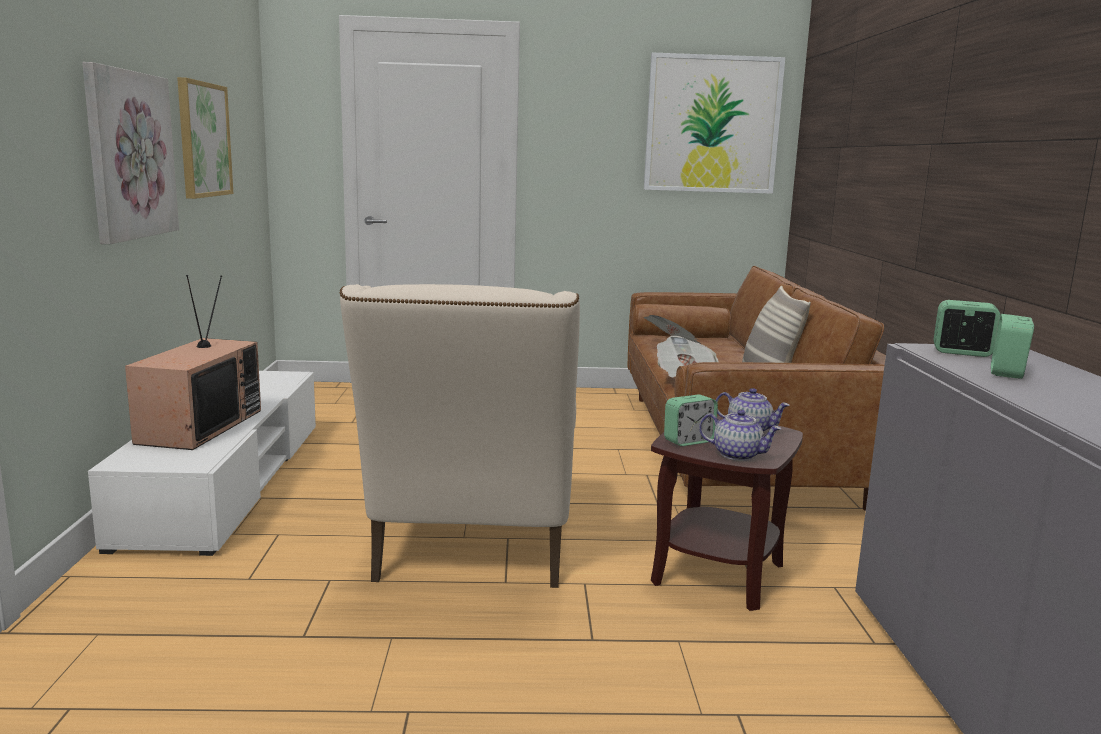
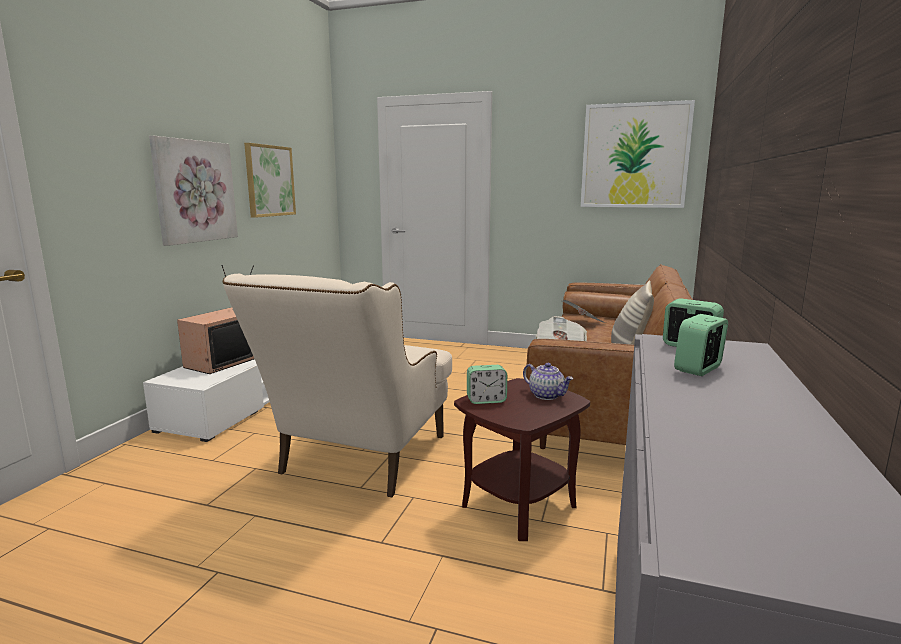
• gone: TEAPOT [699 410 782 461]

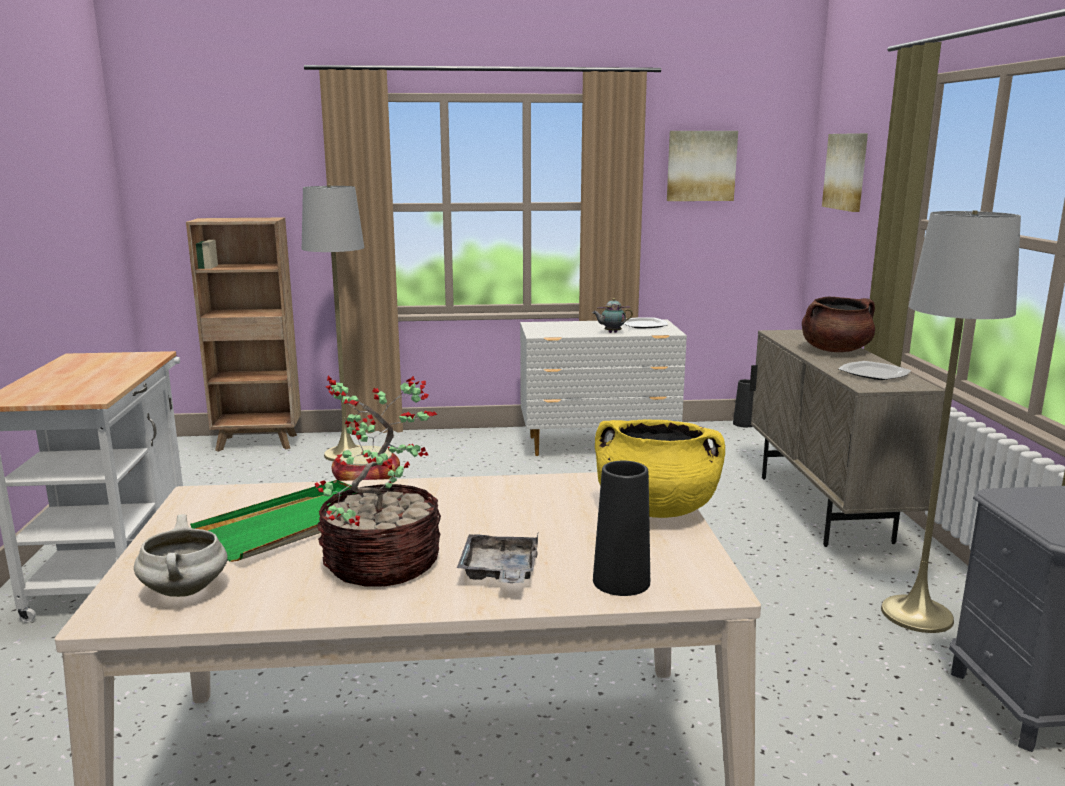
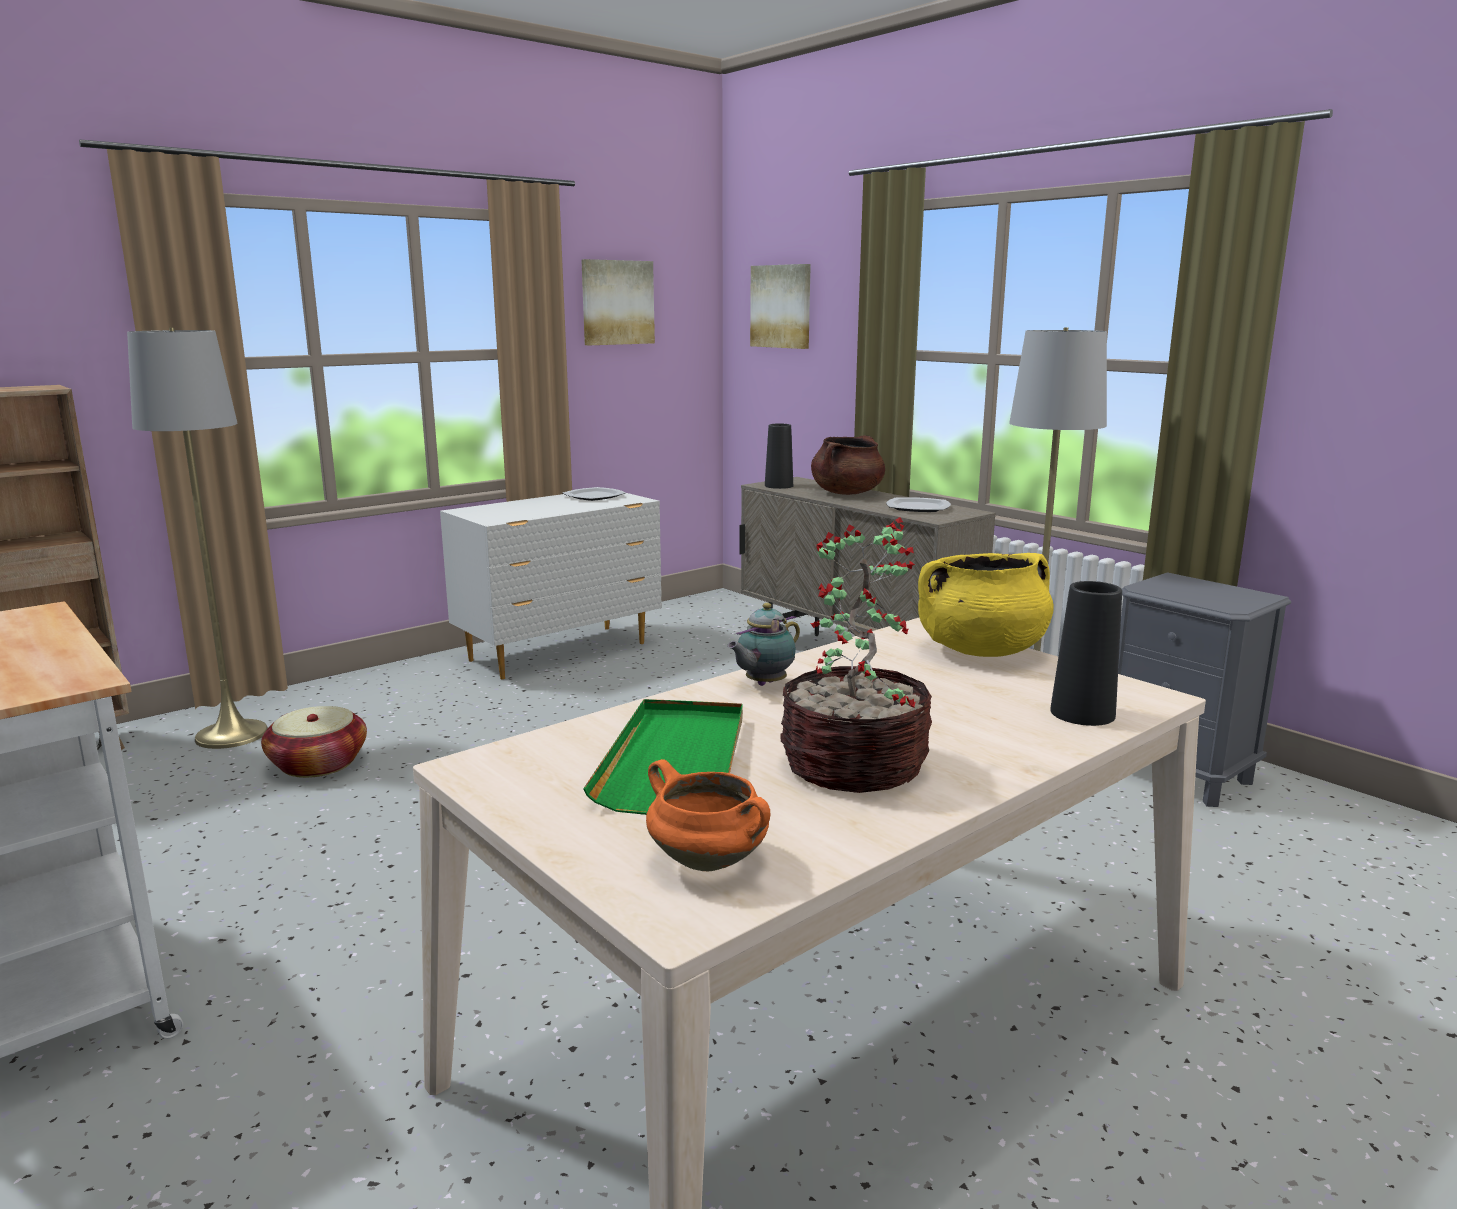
• repainted: WHITE COOKING POT [134 514 228 597] to ORANGE COOKING POT [646 759 771 871]
• shifted: TEAPOT [592 298 633 333] to [727 603 800 686]
• shifted: BLACK VASE [733 379 754 427] to [765 424 793 489]
• gone: GREY TRAY [457 534 538 583]

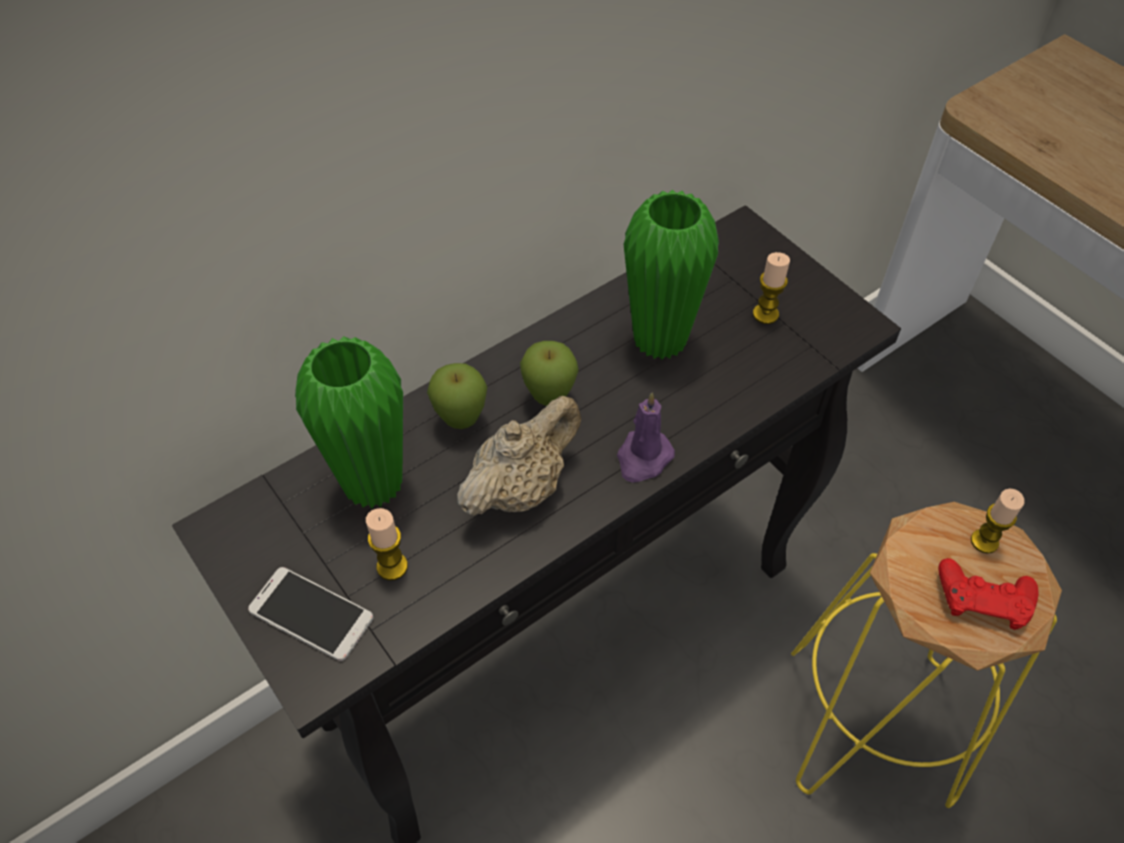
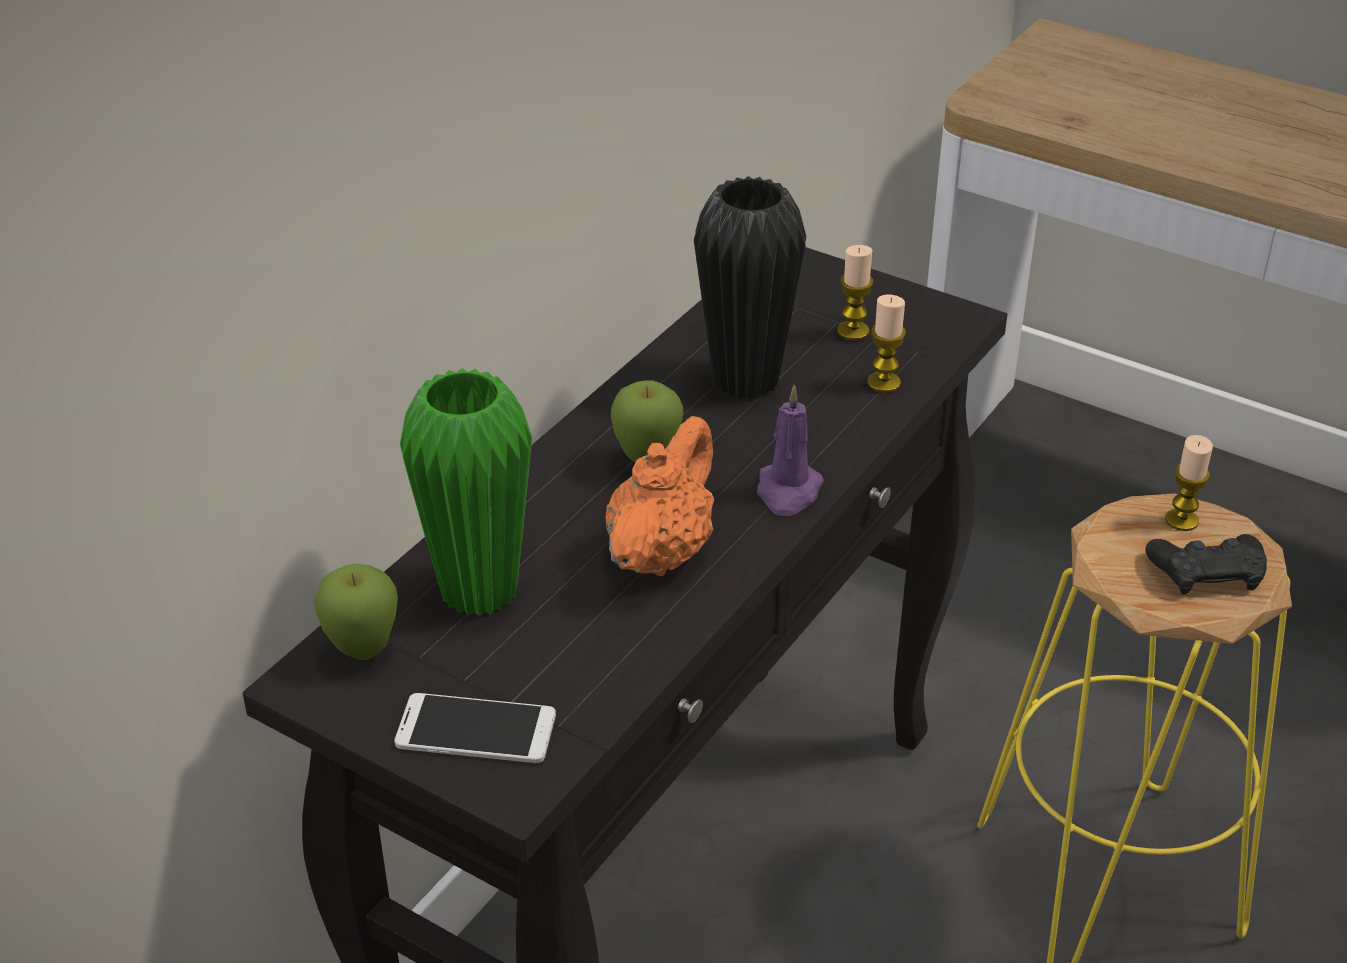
• shifted: APPLE [427 363 487 429] to [314 563 398 660]
• repainted: BEIGE TEAPOT [457 396 581 516] to ORANGE TEAPOT [606 416 714 576]
• repainted: GREEN VASE [623 190 719 360] to BLACK VASE [694 176 806 399]
• shifted: CANDLE [366 508 408 581] to [867 294 906 393]
• repainted: RED GAME CONTROLLER [938 558 1038 630] to BLACK GAME CONTROLLER [1145 534 1267 595]

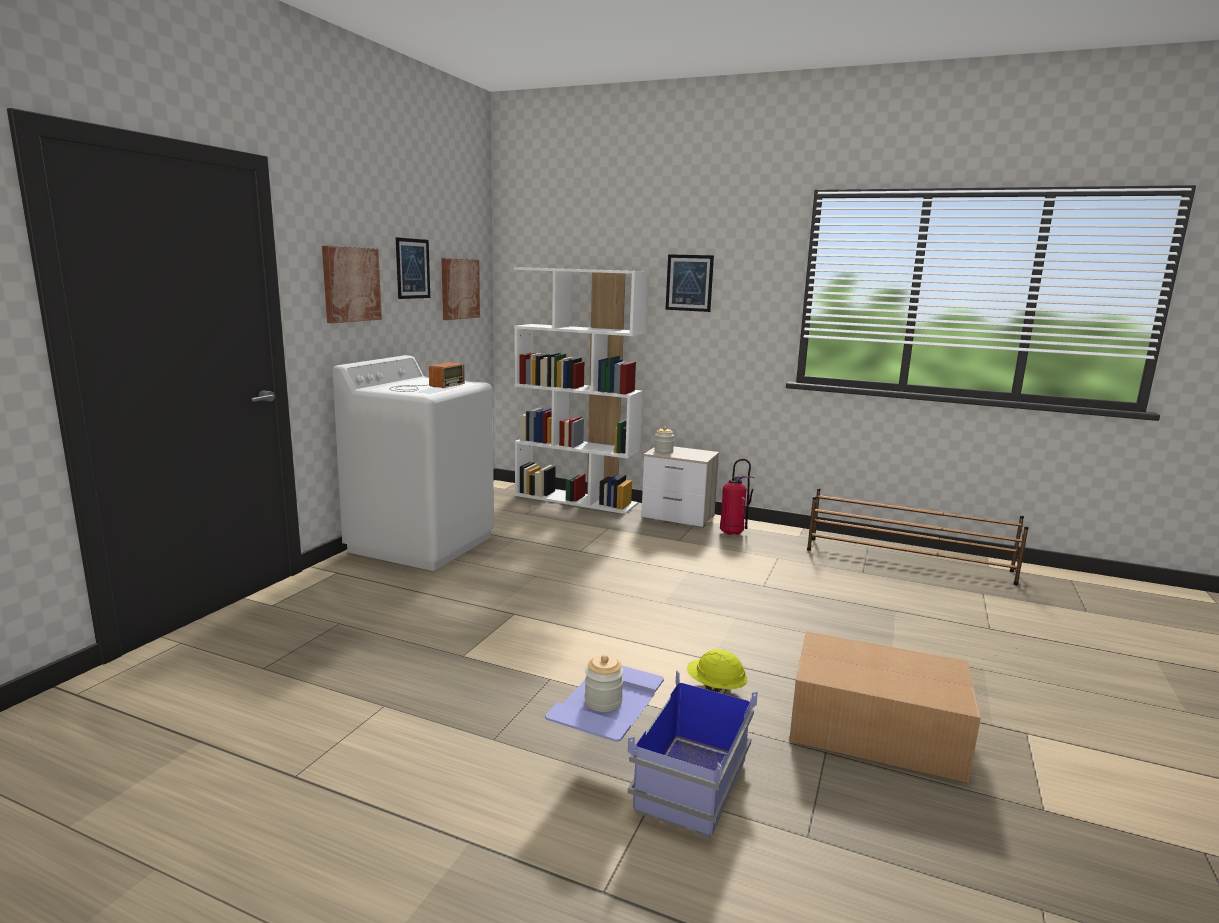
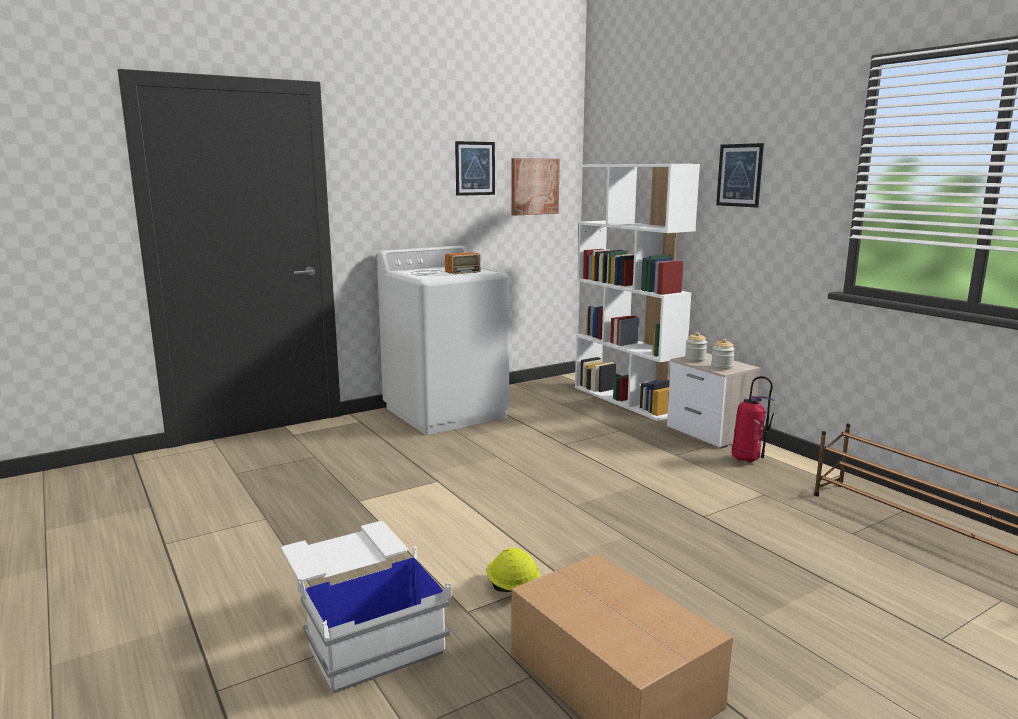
• repainted: BLUE STORAGE BOX [545 665 758 838] to WHITE STORAGE BOX [281 521 452 693]
• shifted: JAR [585 655 624 712] to [711 339 735 370]
• gone: PICTURE [322 246 382 323]

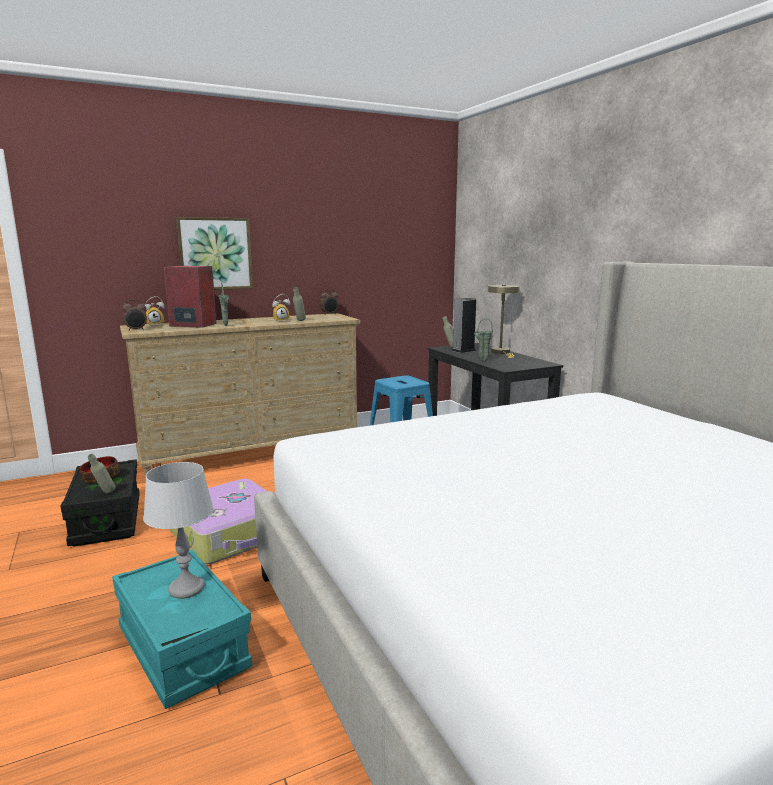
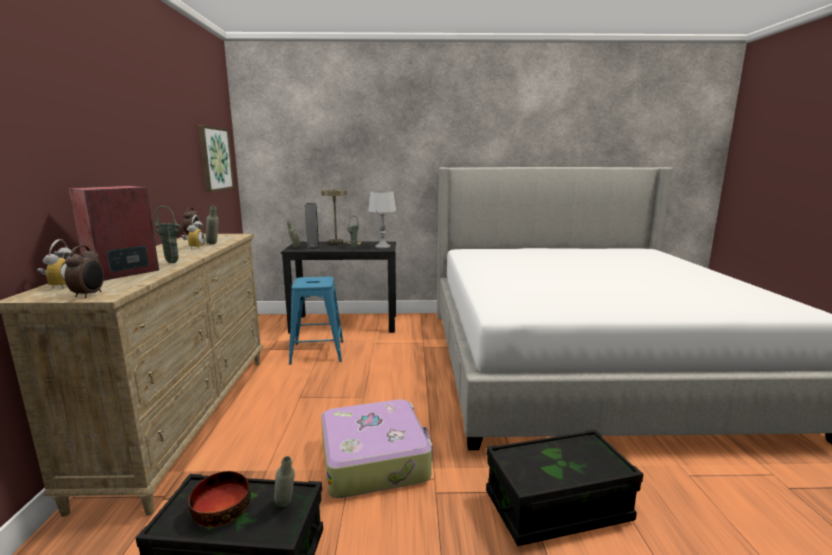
• shifted: PICTURE [176 217 253 290] to [198 125 235 192]
• shifted: GREY TABLE LAMP [143 462 214 599] to [368 191 396 249]
• repainted: TURQUOISE STORAGE BOX [112 550 252 709] to BLACK STORAGE BOX [486 429 643 546]

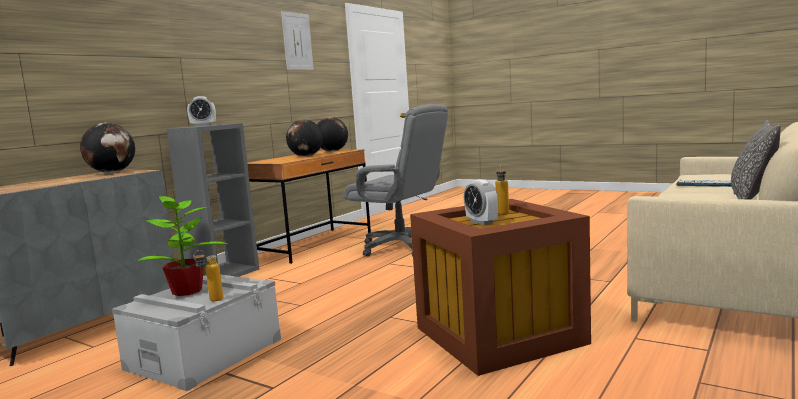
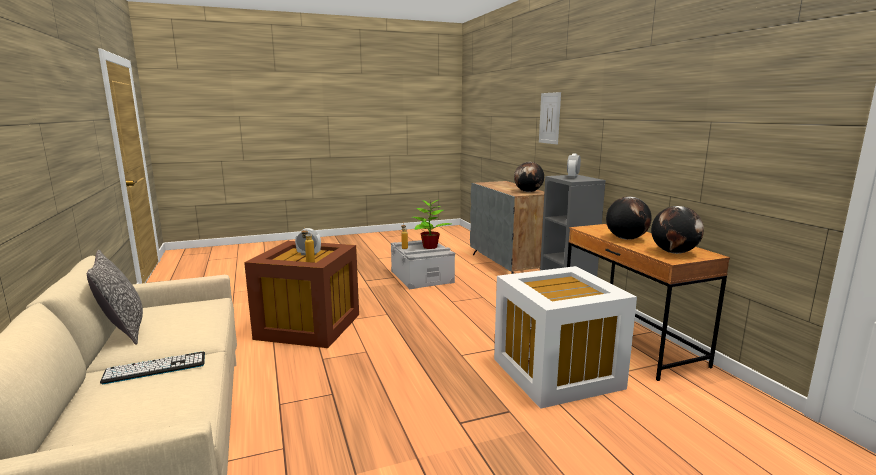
• swapped: GREY OFFICE CHAIR [344 104 448 256] to WHITE STORAGE BOX [494 266 637 409]
• shifted: PICTURE [281 11 314 70] to [539 92 561 144]

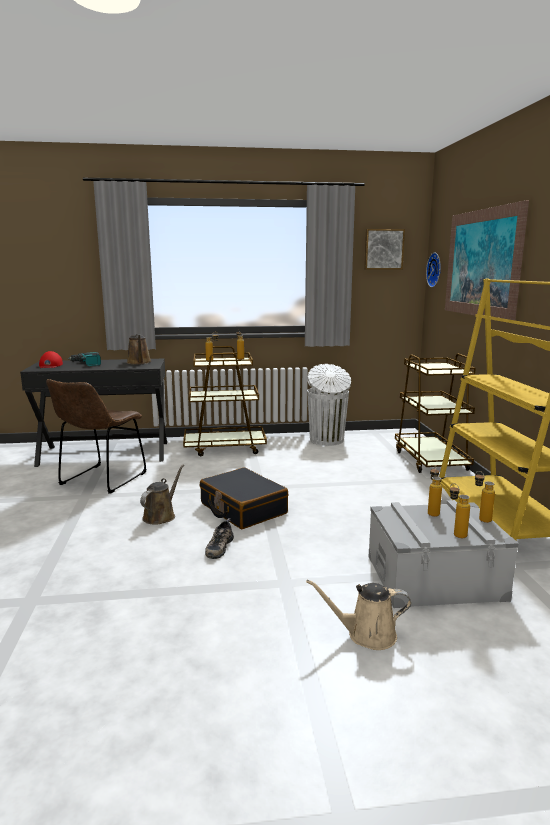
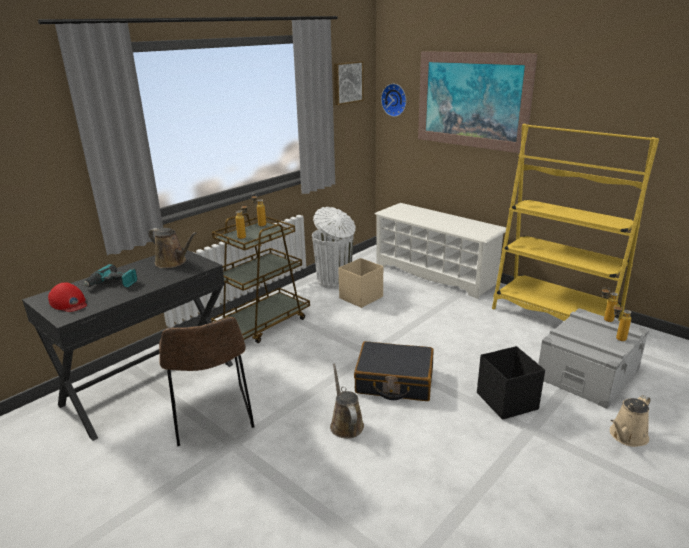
• new: BEIGE STORAGE BOX [338 258 383 308]
• swapped: BROWN CART [395 354 476 473] to WHITE SHOE RACK [374 203 506 299]
• new: BLACK STORAGE BOX [477 346 545 420]
• gone: SHOE [205 518 234 559]
• gone: BOTTLE [428 466 442 517]

